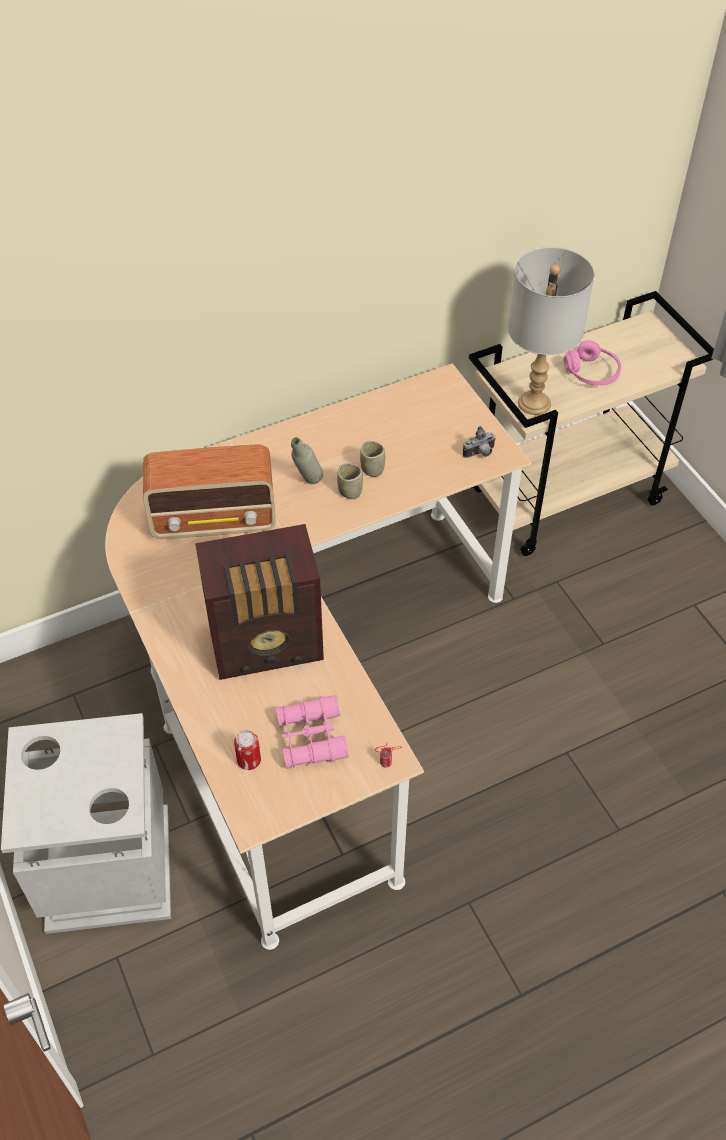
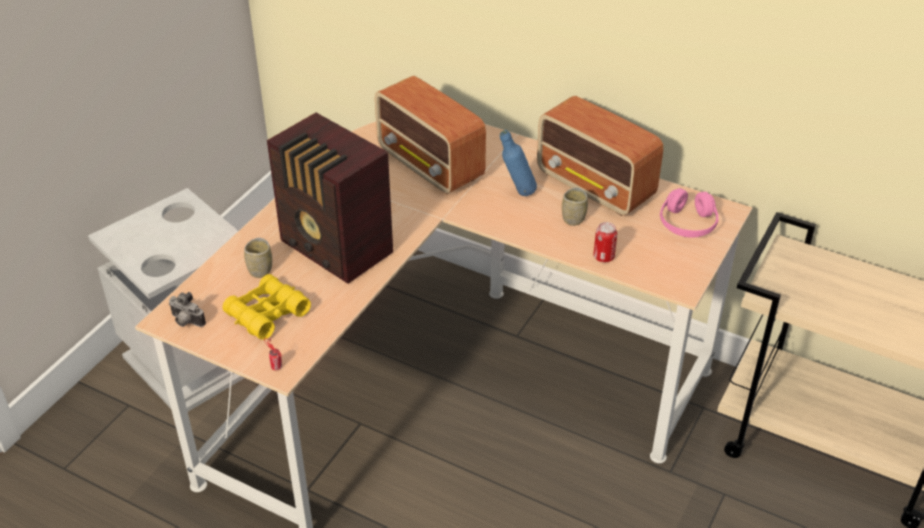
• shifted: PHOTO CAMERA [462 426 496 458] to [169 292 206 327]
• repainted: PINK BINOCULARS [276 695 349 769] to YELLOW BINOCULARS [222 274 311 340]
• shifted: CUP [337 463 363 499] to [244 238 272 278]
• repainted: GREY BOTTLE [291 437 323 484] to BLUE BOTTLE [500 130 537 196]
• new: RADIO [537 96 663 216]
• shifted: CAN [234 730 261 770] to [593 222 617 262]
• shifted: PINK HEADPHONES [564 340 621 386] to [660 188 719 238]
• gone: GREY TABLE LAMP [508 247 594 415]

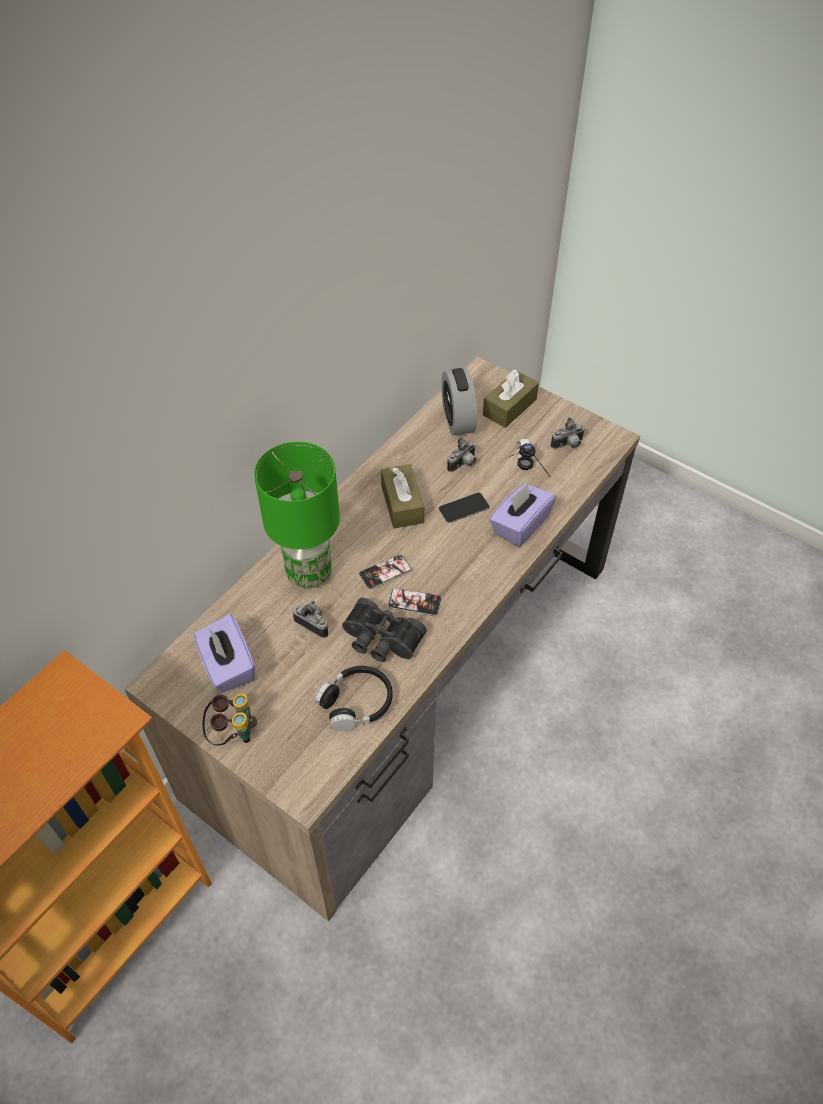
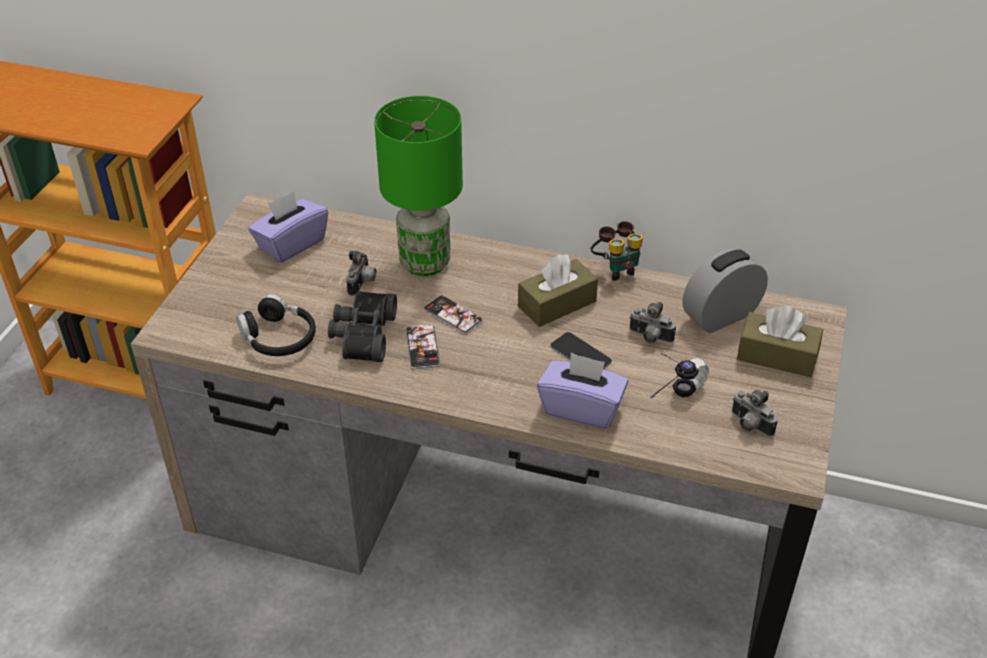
• shifted: BINOCULARS [202 694 257 746] to [591 221 643 281]

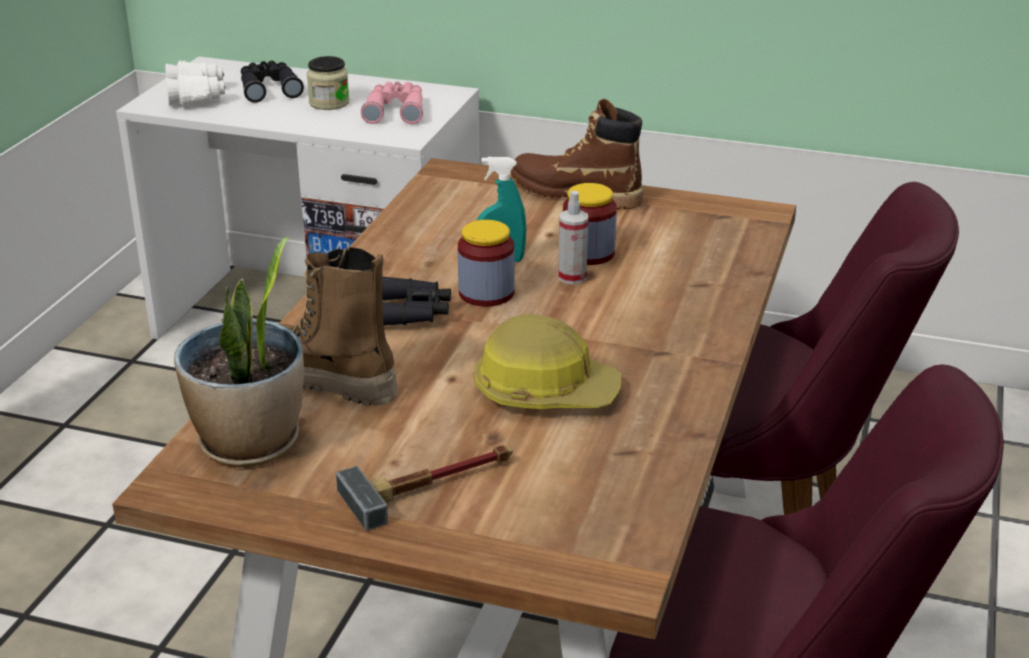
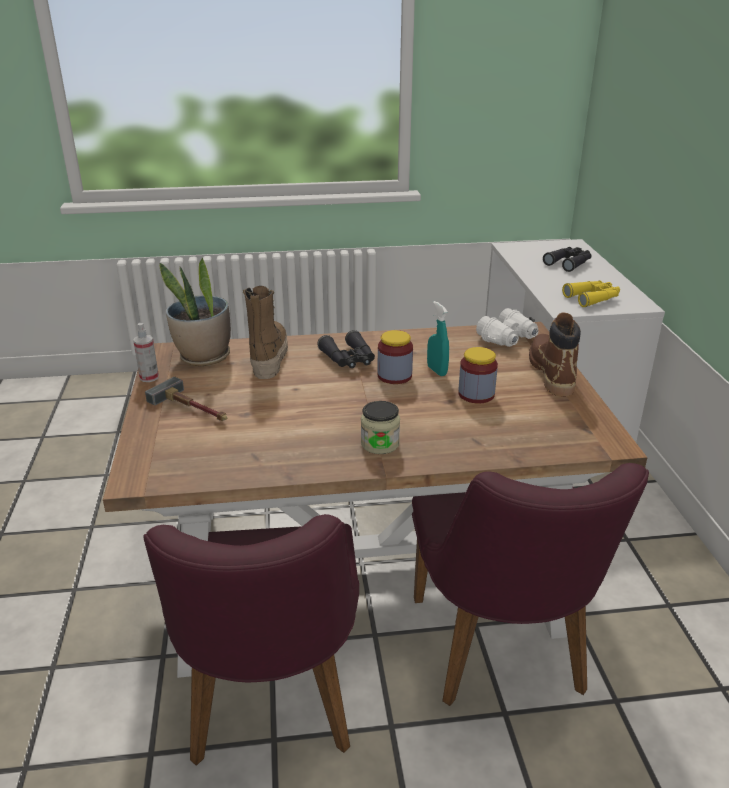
• shifted: SPRAY BOTTLE [558 190 588 284] to [133 323 159 382]
• shifted: JAR [307 56 349 110] to [361 401 400 454]
• shifted: WHITE BINOCULARS [165 60 225 108] to [476 308 539 347]
• repainted: PINK BINOCULARS [361 82 423 124] to YELLOW BINOCULARS [562 281 620 307]
• gone: HARD HAT [473 314 622 409]

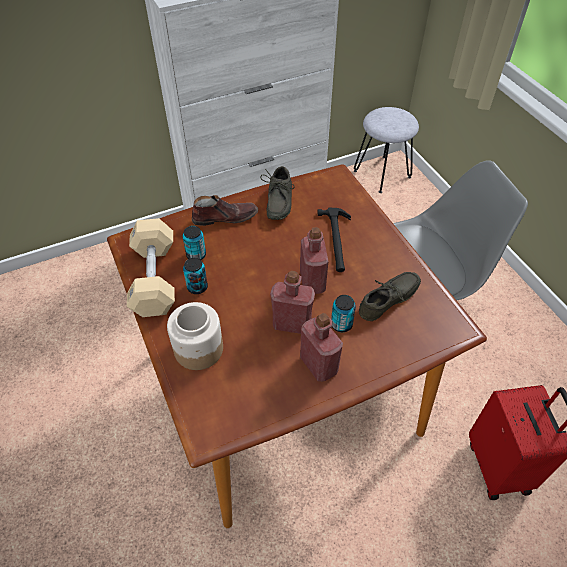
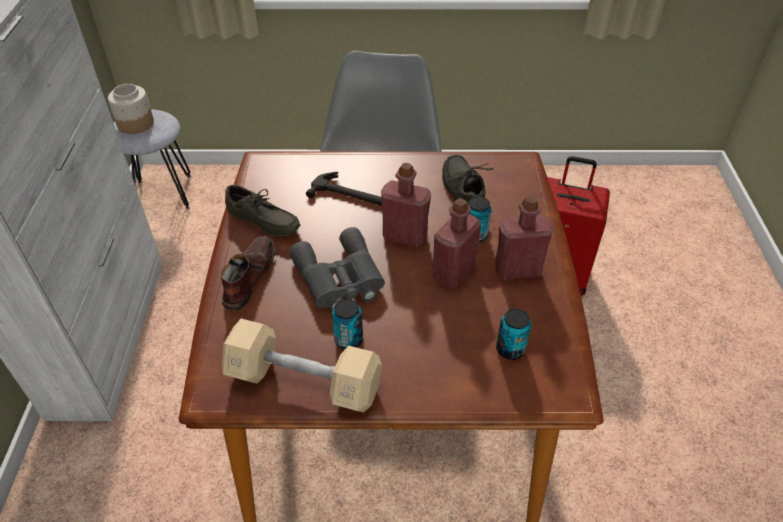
• shifted: JAR [167 302 223 370] to [108 84 154 134]
• new: GREY BINOCULARS [289 227 385 311]
• shifted: CAN [182 226 206 260] to [496 309 531 360]

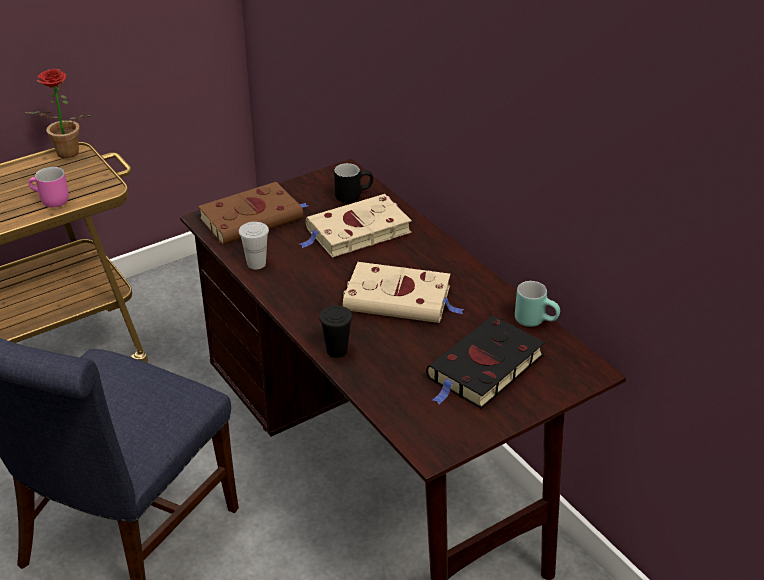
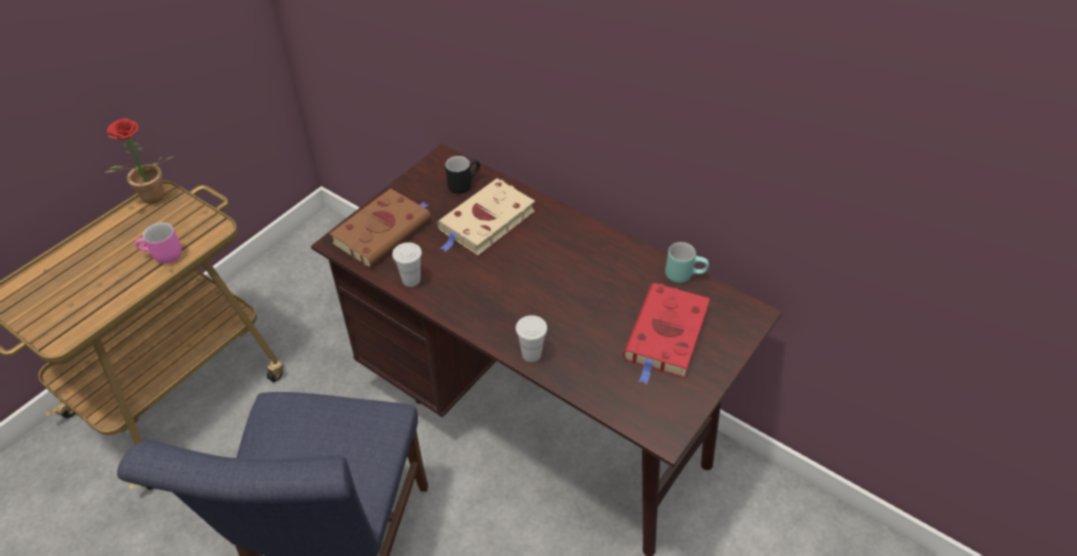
• repainted: BLACK CUP [319 306 353 358] to WHITE CUP [516 315 547 362]
• repainted: BLACK BOOK [426 316 545 409] to RED BOOK [623 283 710 384]
• gone: BEIGE BOOK [343 262 464 323]

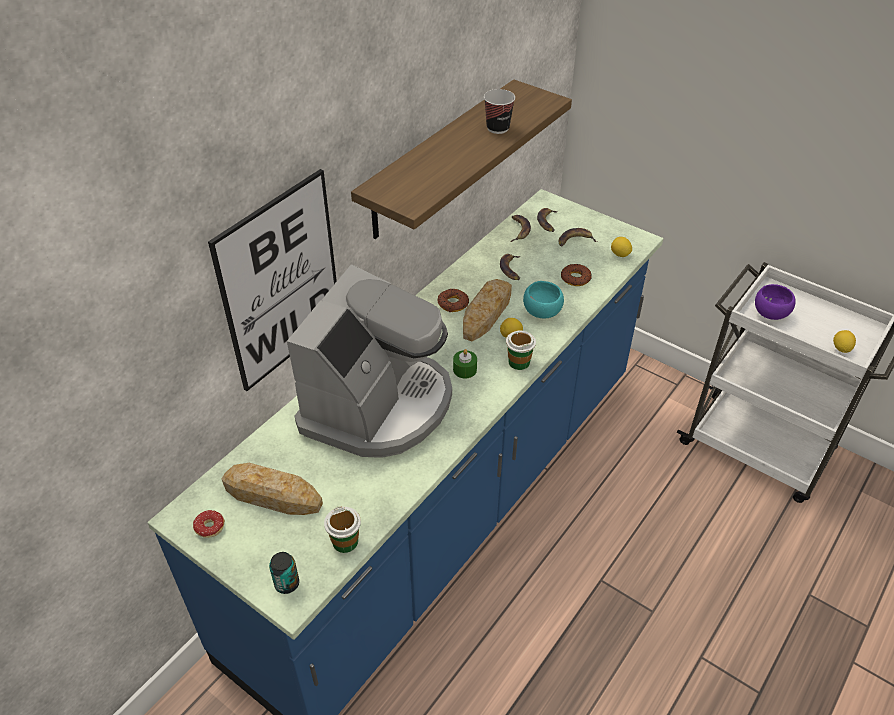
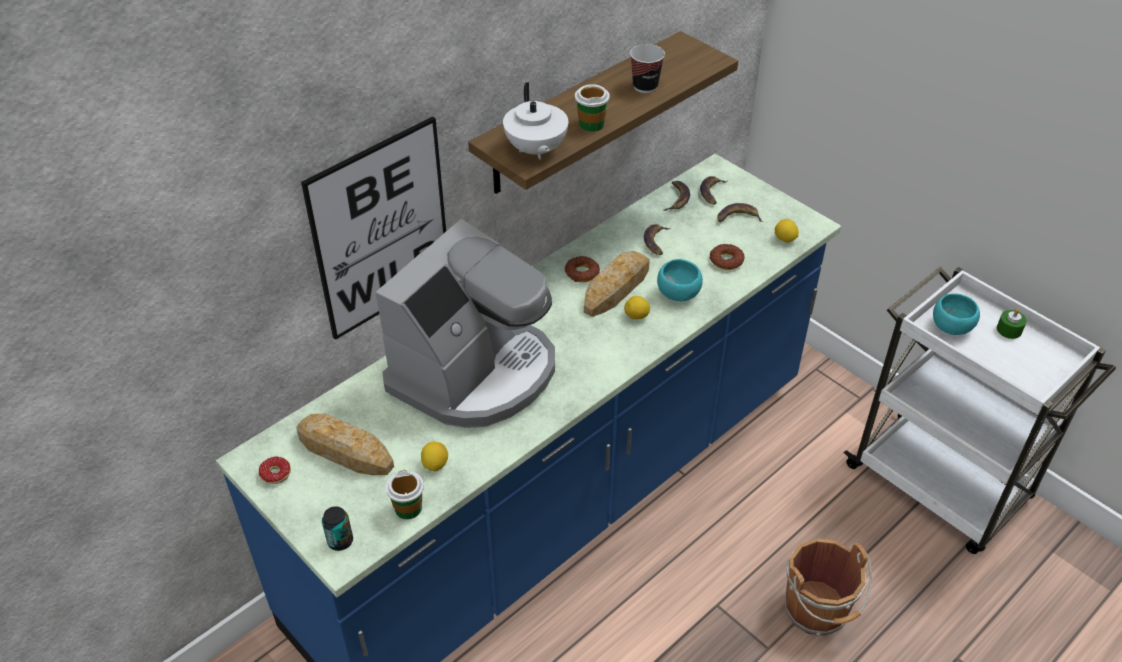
• shifted: LEMON [833 330 856 353] to [421 442 448 472]
• new: WHITE TEAPOT [503 82 568 160]
• shifted: CUP [506 330 536 370] to [575 84 610 132]
• new: BROWN BUCKET [784 539 872 636]
• repainted: PURPLE BOWL [755 284 796 320] to TURQUOISE BOWL [933 293 980 335]
• shifted: GREEN CANDLE [453 349 477 378] to [997 309 1027 339]

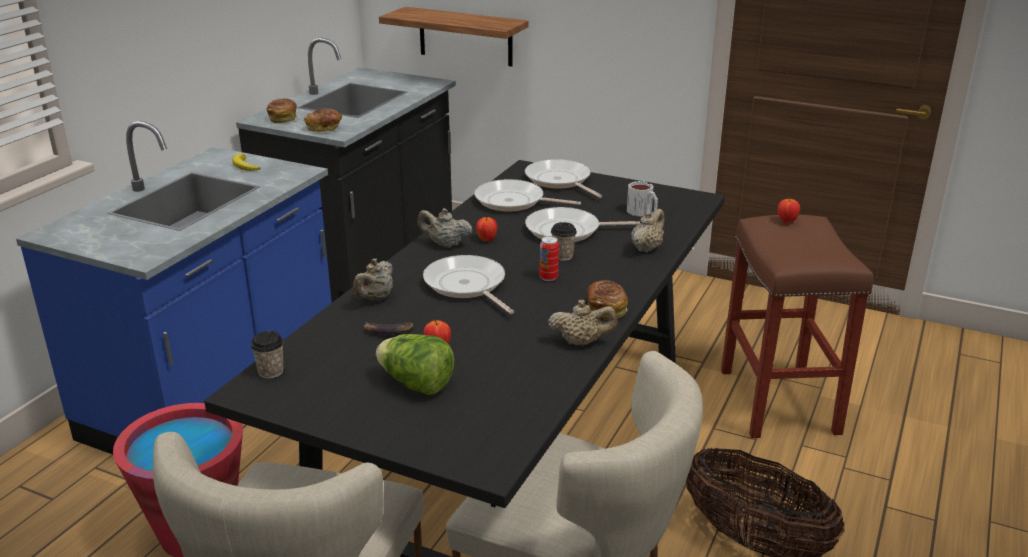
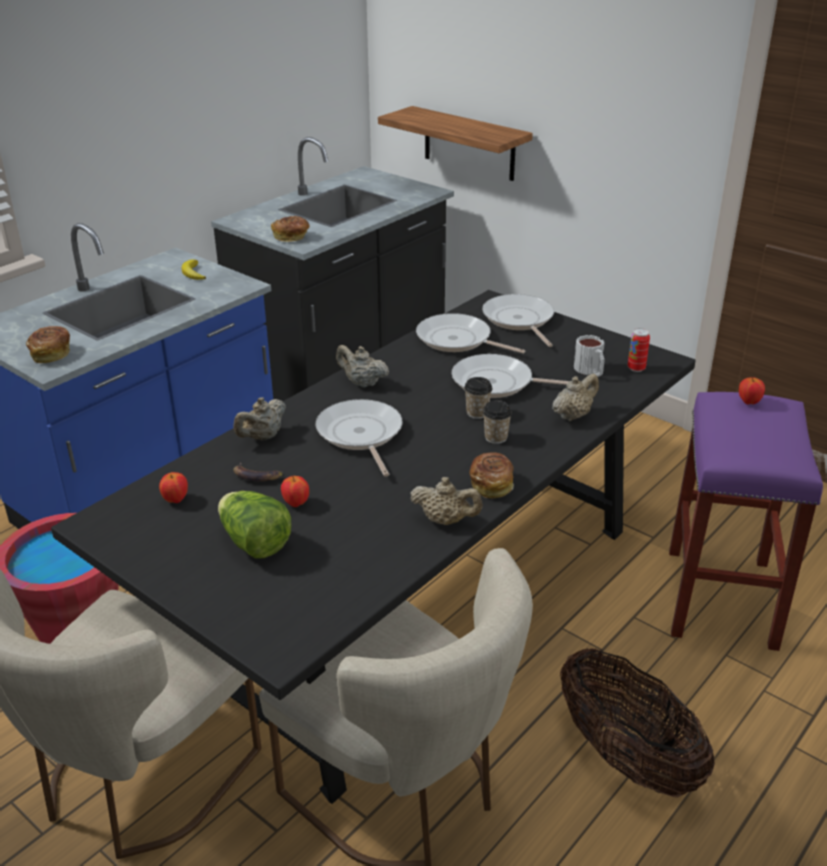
• shifted: BREAD [267 99 297 123] to [26 326 70 363]
• shifted: APPLE [476 217 497 242] to [159 472 188 503]
• shifted: CUP [251 331 284 379] to [483 400 512 444]
• shifted: CAN [540 236 559 281] to [628 328 650 372]
• repainted: BROWN STOOL [721 215 873 438] to PURPLE STOOL [669 392 823 651]

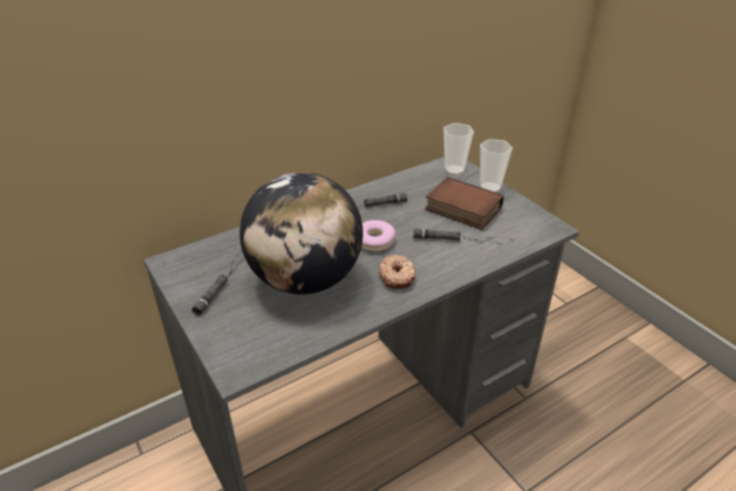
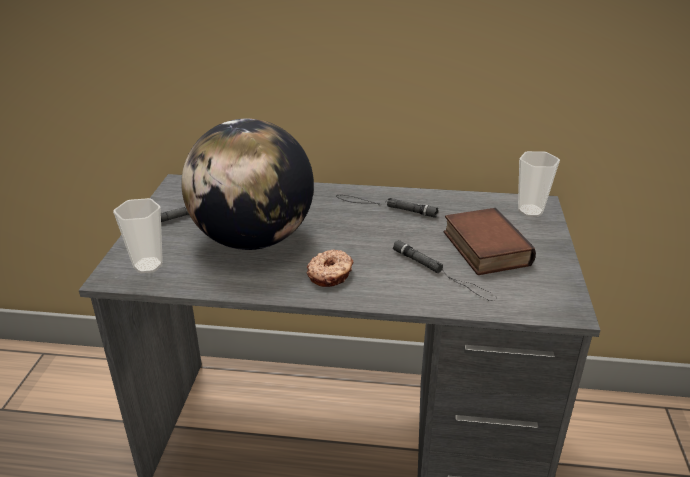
• shifted: CUP [480 139 513 193] to [113 198 163 273]
• gone: DONUT [361 220 395 252]

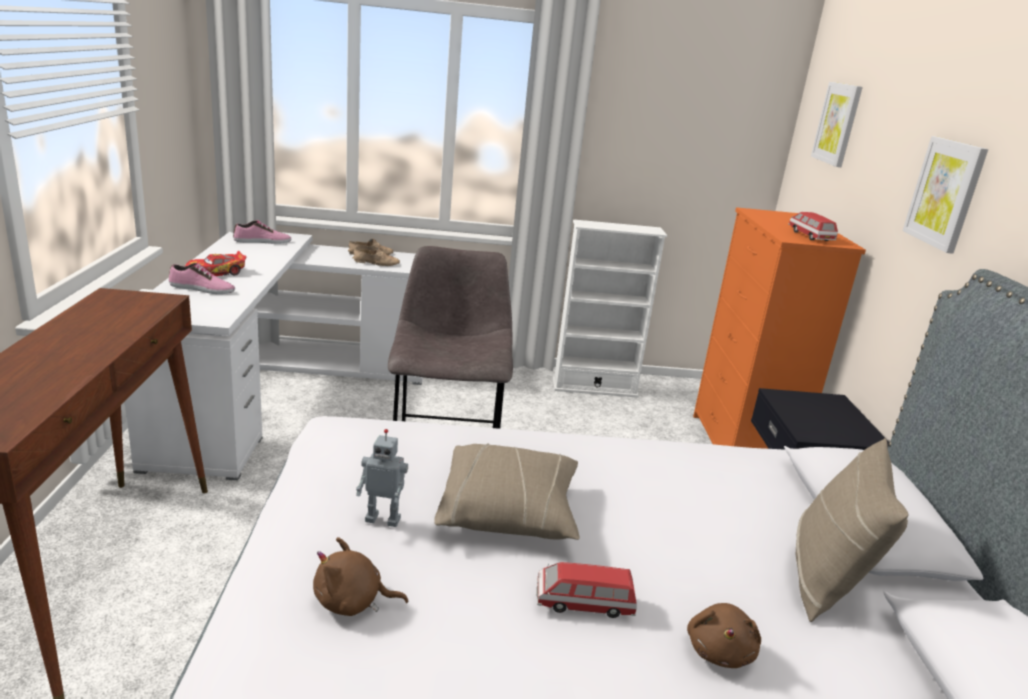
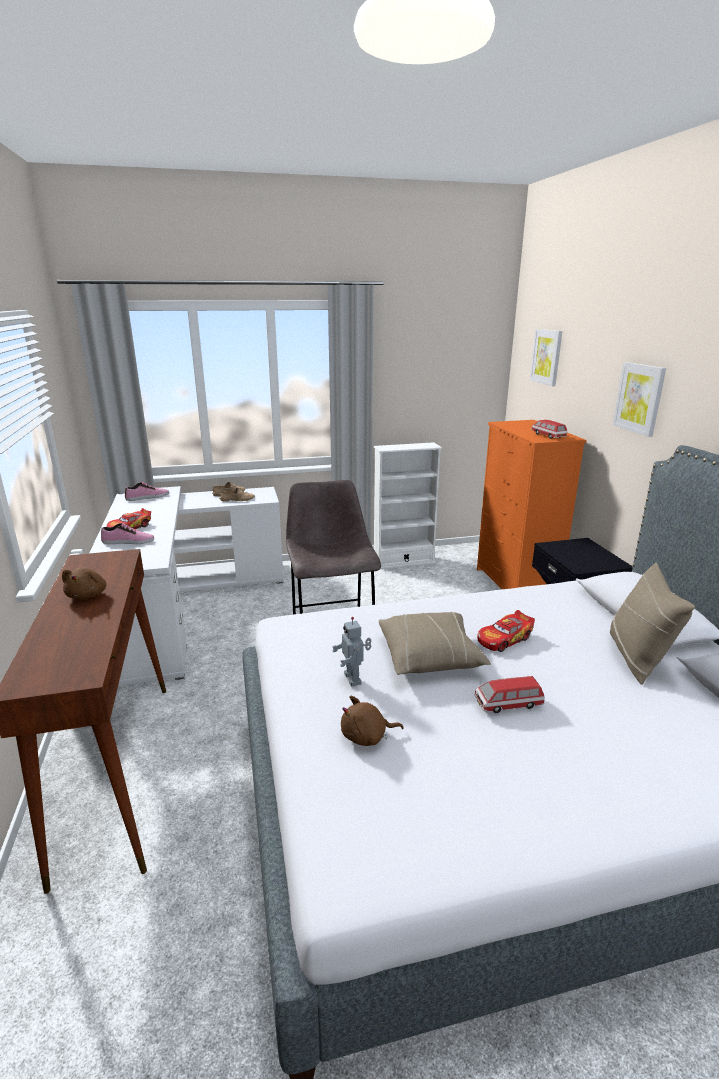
• shifted: BROWN PLUSH TOY [687 603 761 668] to [62 567 106 600]
• rotated: TOY ROBOT [356 429 408 527] = [332 617 371 687] 75 degrees clockwise
• new: TOY CAR [477 610 535 652]

